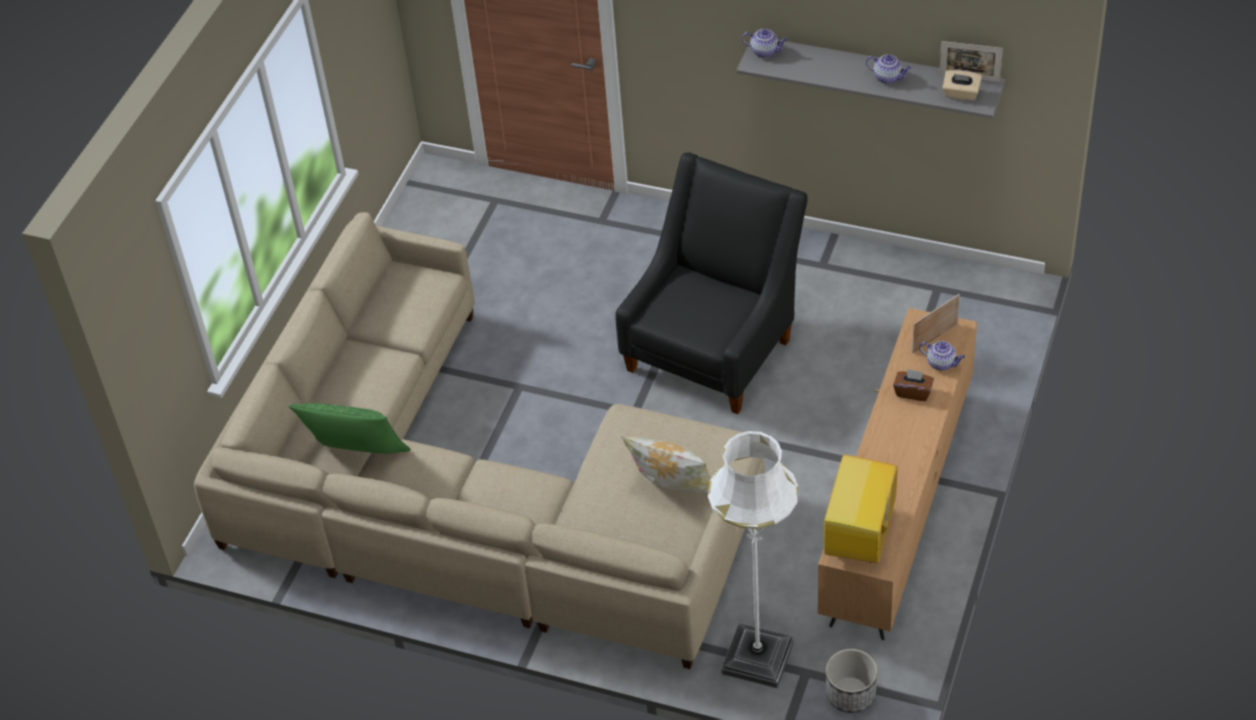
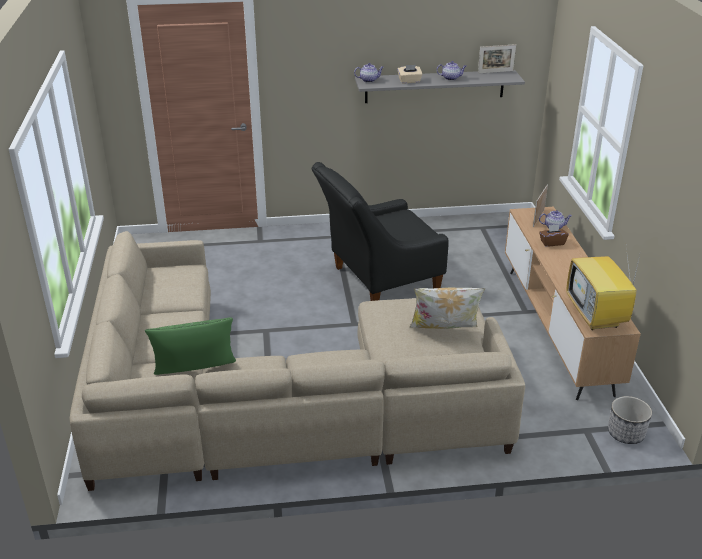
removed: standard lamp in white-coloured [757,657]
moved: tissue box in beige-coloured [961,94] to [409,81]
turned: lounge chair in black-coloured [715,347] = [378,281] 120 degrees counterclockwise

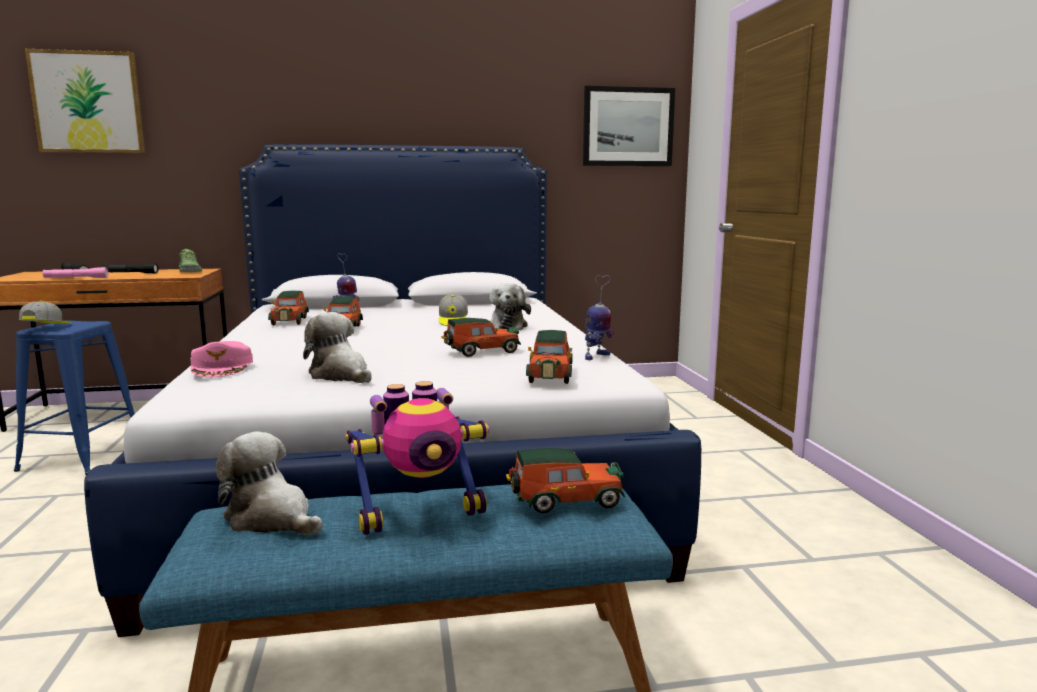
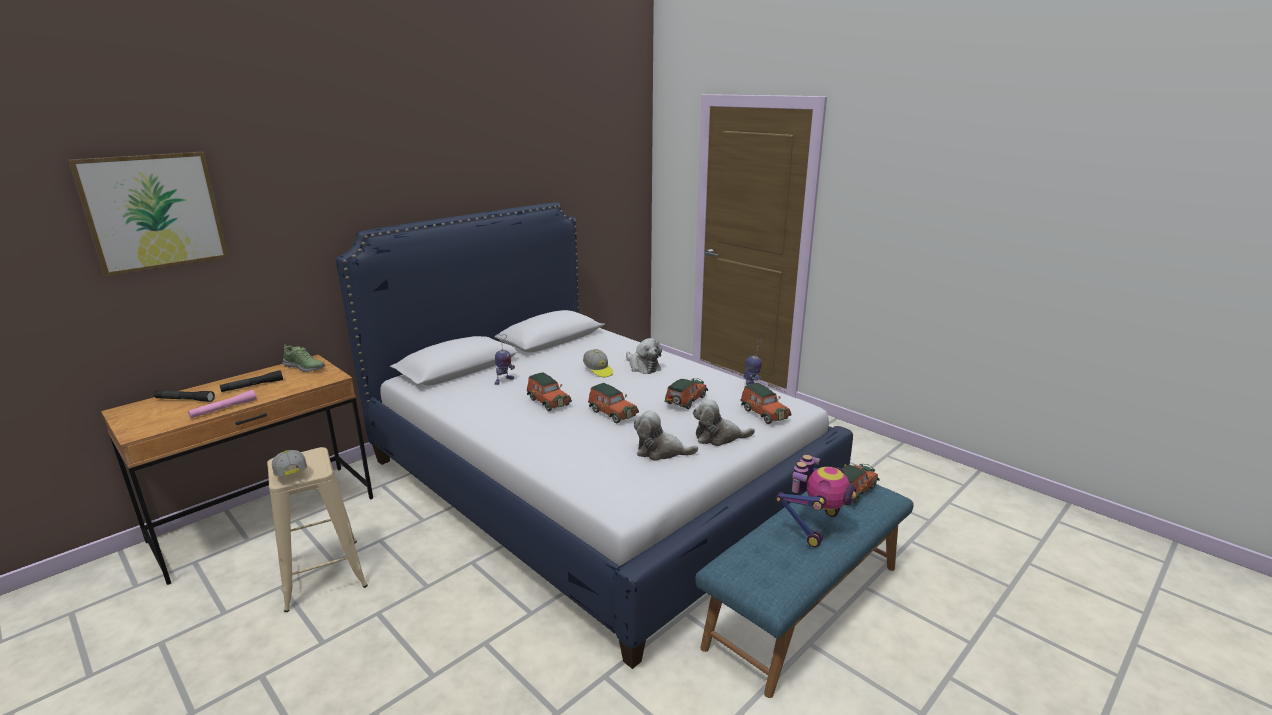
removed: peaked cap in pinkish [222,367]; picture [628,127]
moved: cuddly toy [272,519] to [718,437]; miniature car [290,320] to [611,413]
recoloured: stool seat in blue-coloured [83,457] to stool seat in beige-coloured [323,574]

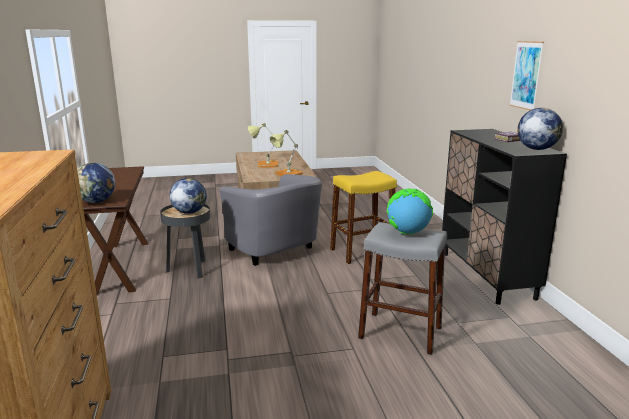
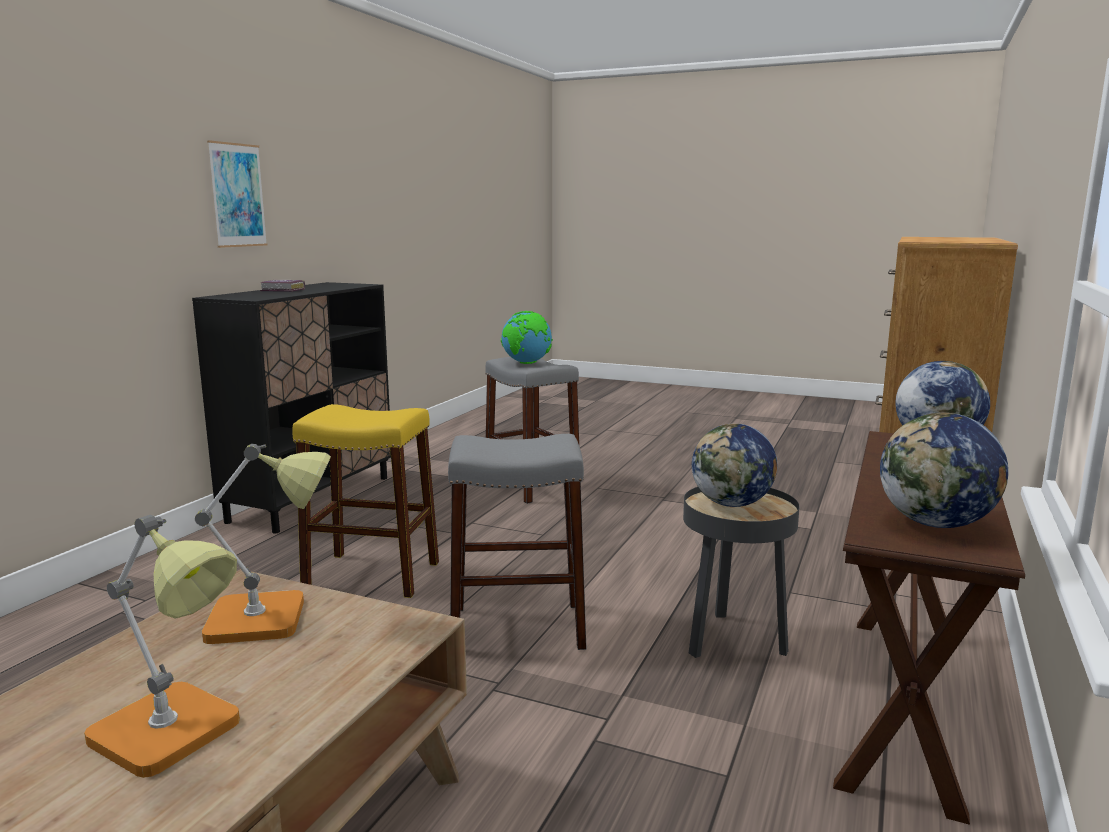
moved: desk globe [536,149] to [936,524]
replaced: lounge chair in greyish [275,252] to stool seat in greyish [518,627]

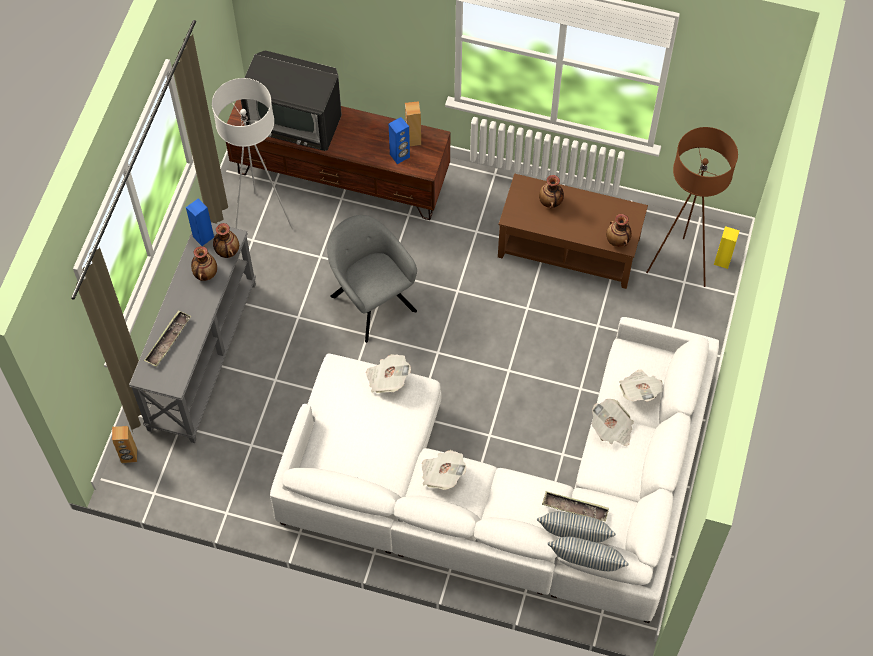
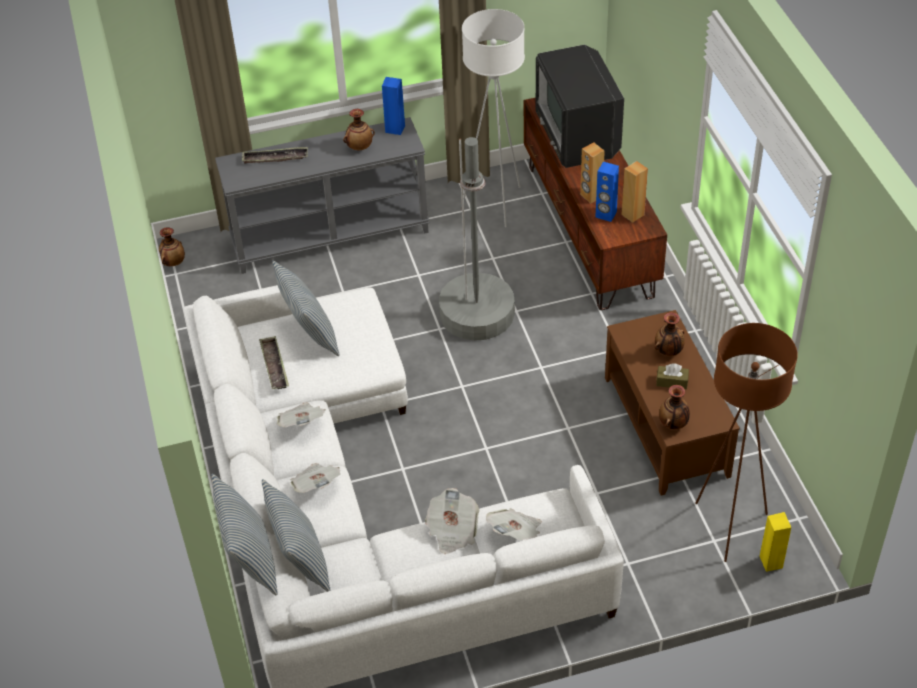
added: throw pillow [310,335]; tissue box in brown-coloured [672,382]
moved: audio speaker in brown-coloured [129,456] to [591,196]; flower vase [227,251] to [173,262]; newspaper [387,379] to [316,485]; tray [574,508] to [274,366]
replaced: lounge chair in greyish [371,300] to standard lamp in greyish [477,313]

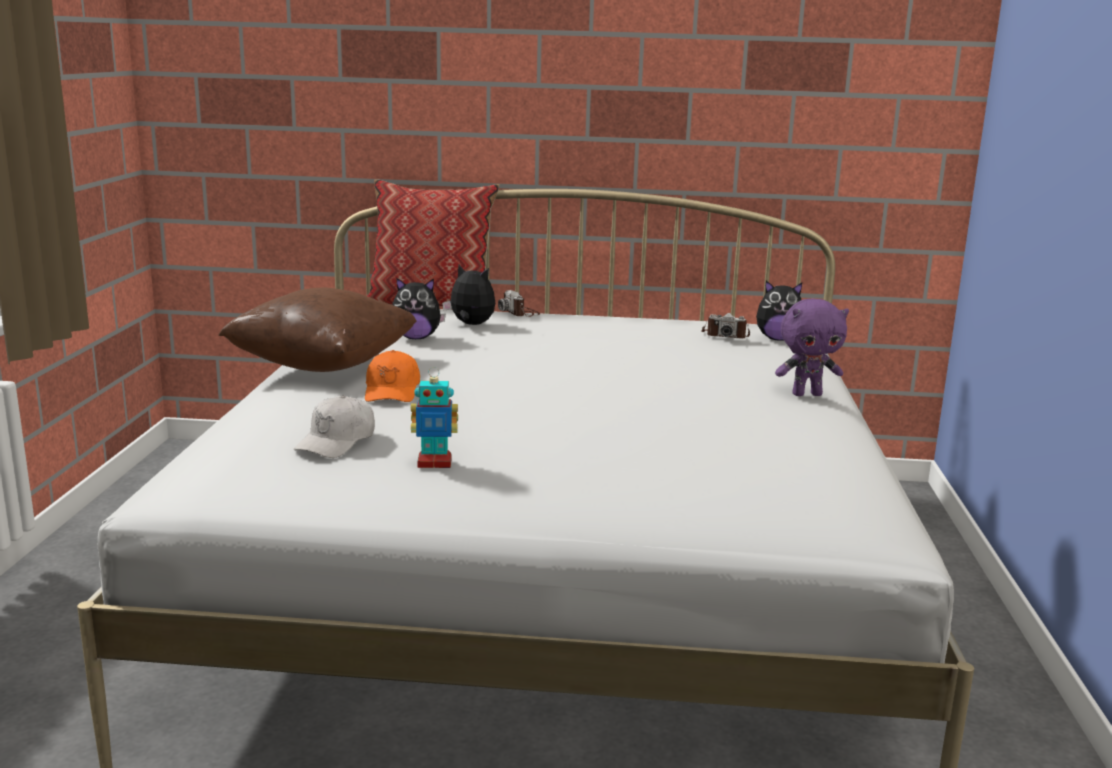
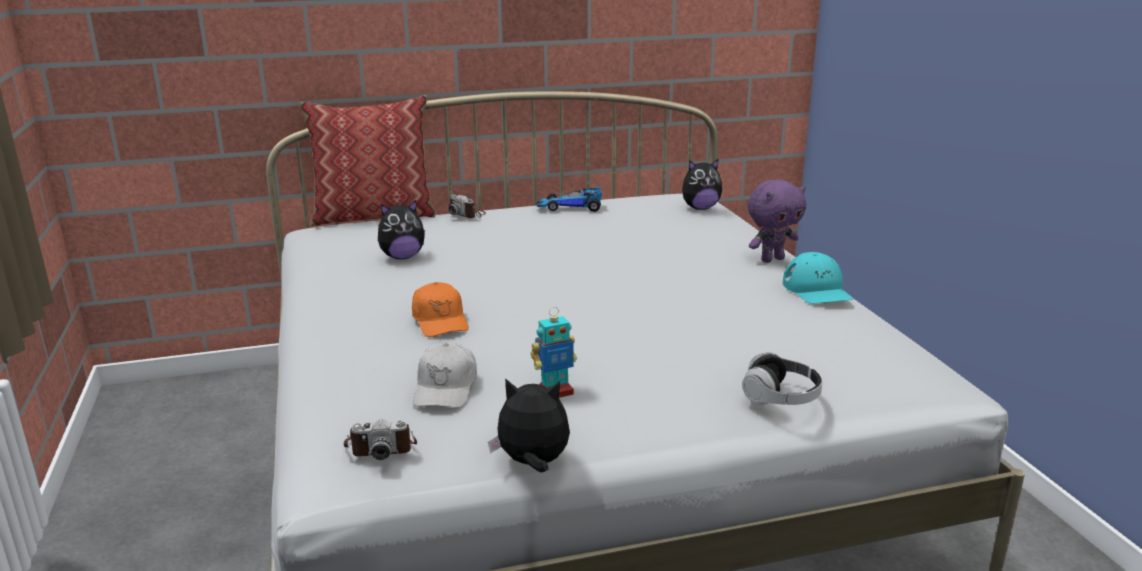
removed: throw pillow in brown-coloured [323,365]
added: miniature car [571,206]; pair of headphones [780,398]; peaked cap in turquoise [817,289]
moved: cuddly toy [471,325] to [533,464]; still camera [725,335] to [381,447]

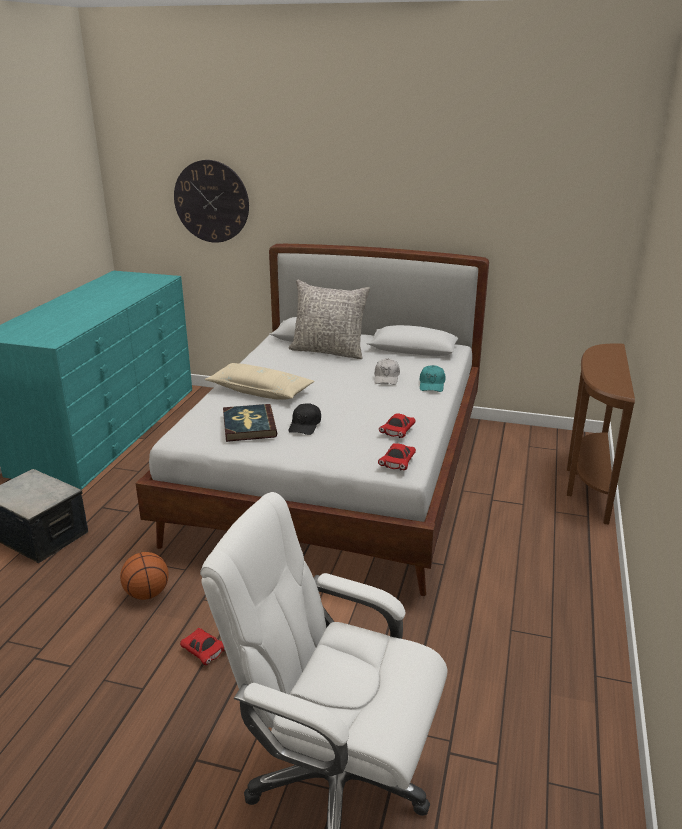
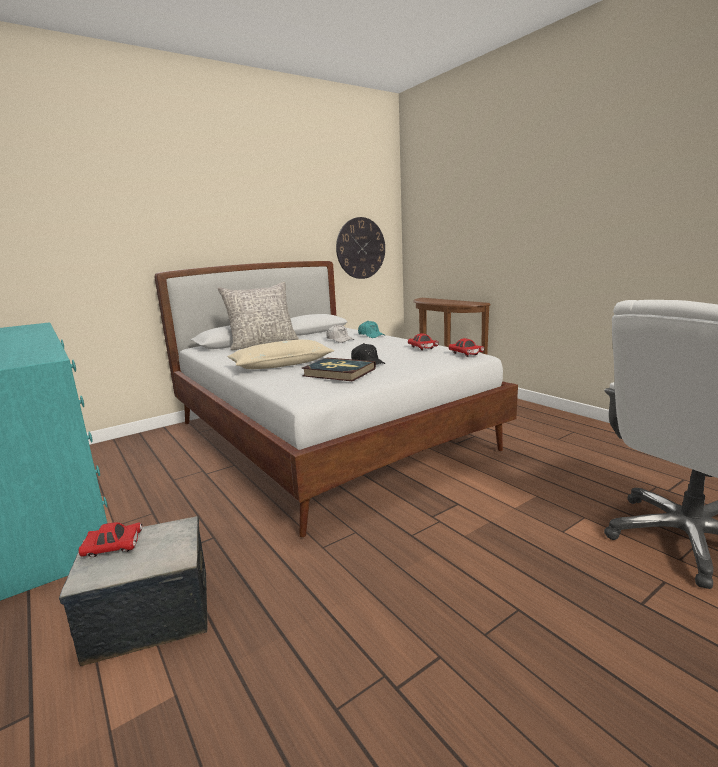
removed: ball for basketball [147,594]
moved: hanging clock [211,201] to [361,248]; miniature car in red-coloured [204,652] to [113,548]

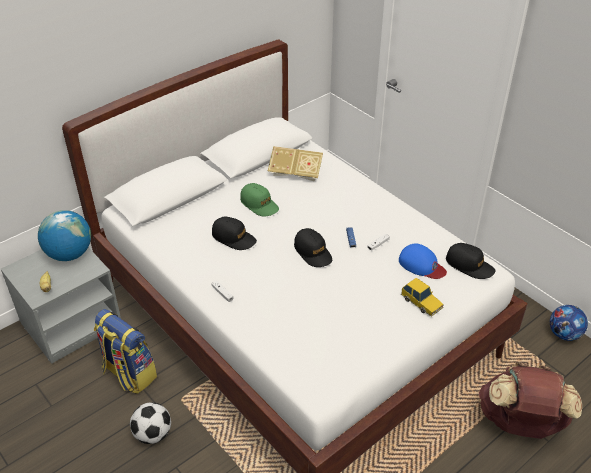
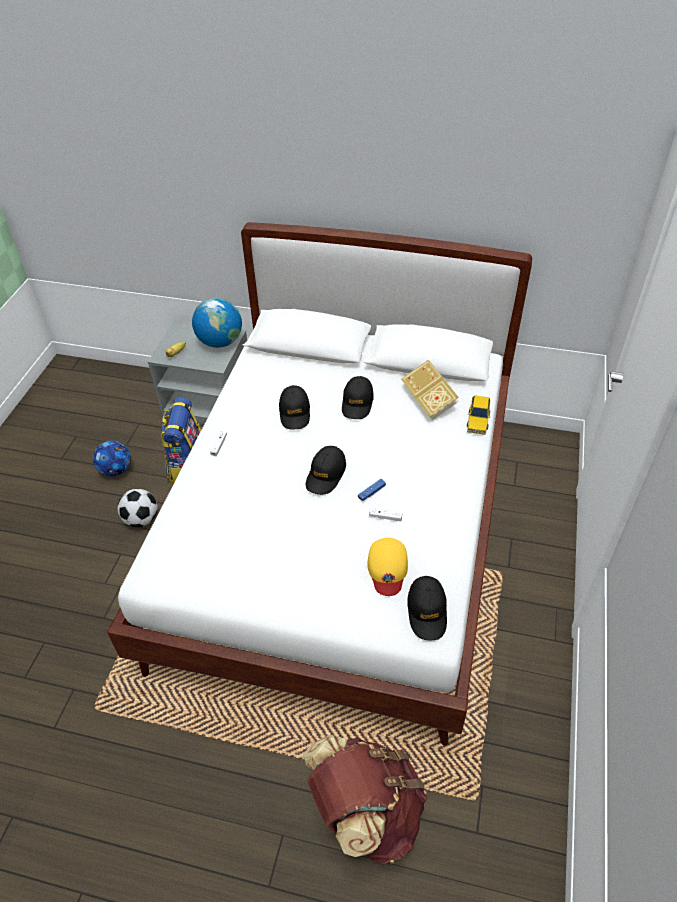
moved: miniature car [421,302] to [478,421]; football [564,334] to [116,470]
recoloured: peaked cap in green [259,204] to peaked cap in black-coloured [357,403]; peaked cap in blue-coloured [421,265] to peaked cap in yellow-coloured [387,568]

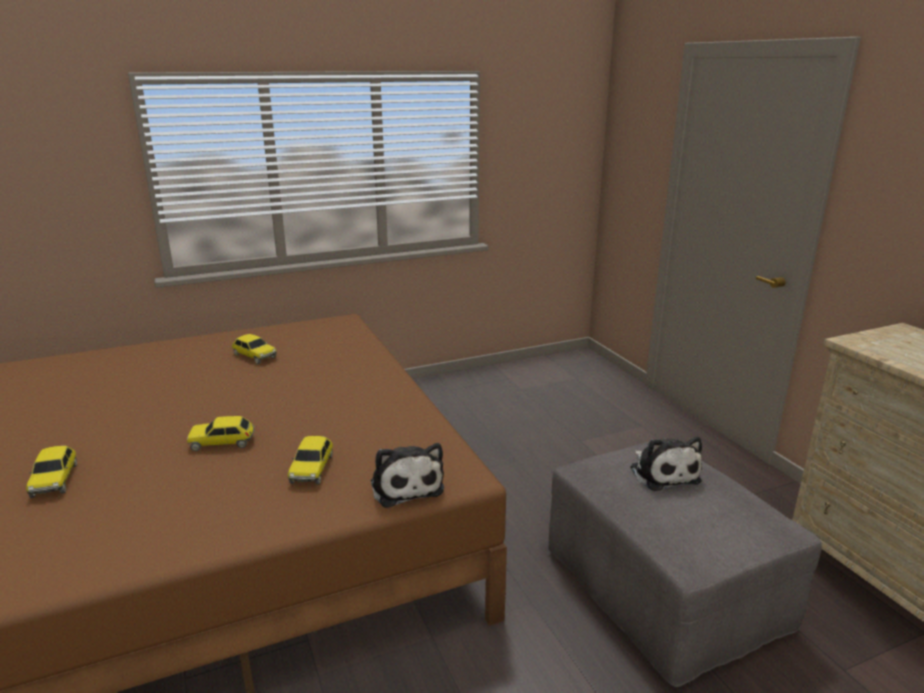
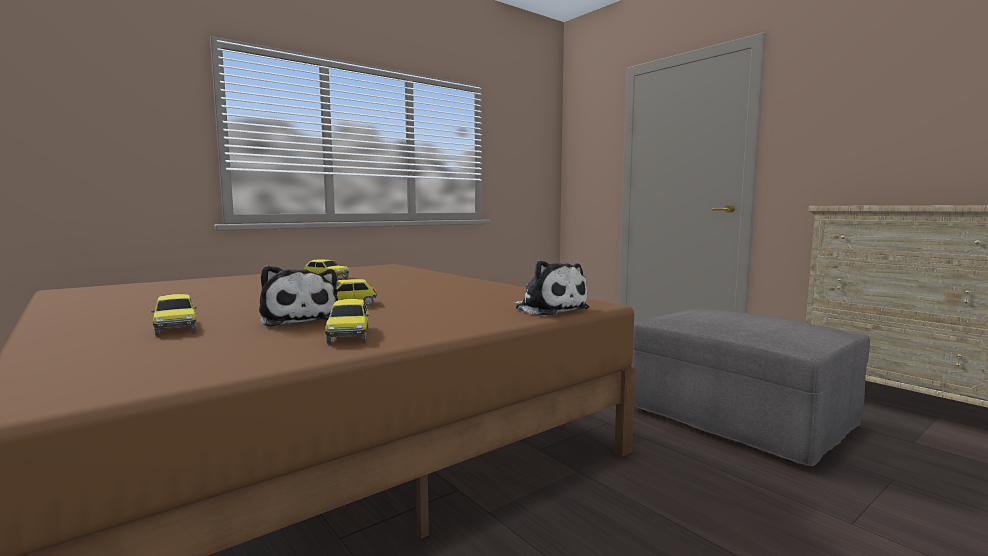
moved: miniature car [312,469] to [349,334]; cuddly toy [663,473] to [298,319]

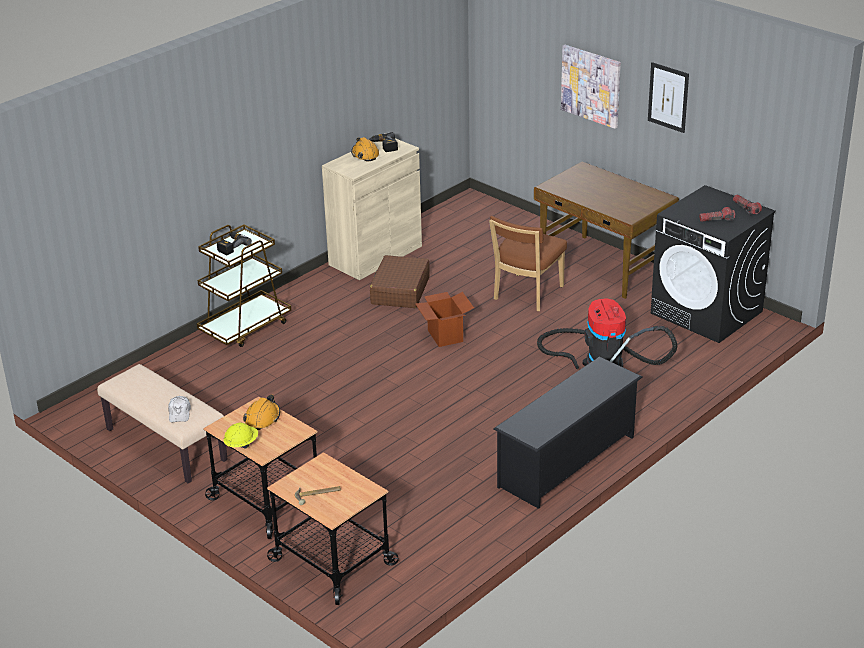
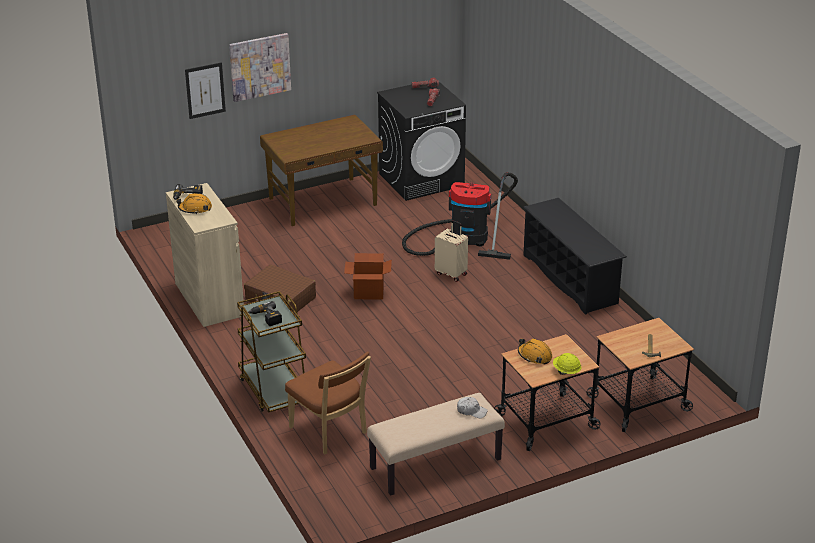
added: suitcase in beige-coloured [451,274]
moved: chair in brown-coloured [526,294] to [330,432]; picture [668,97] to [205,90]

